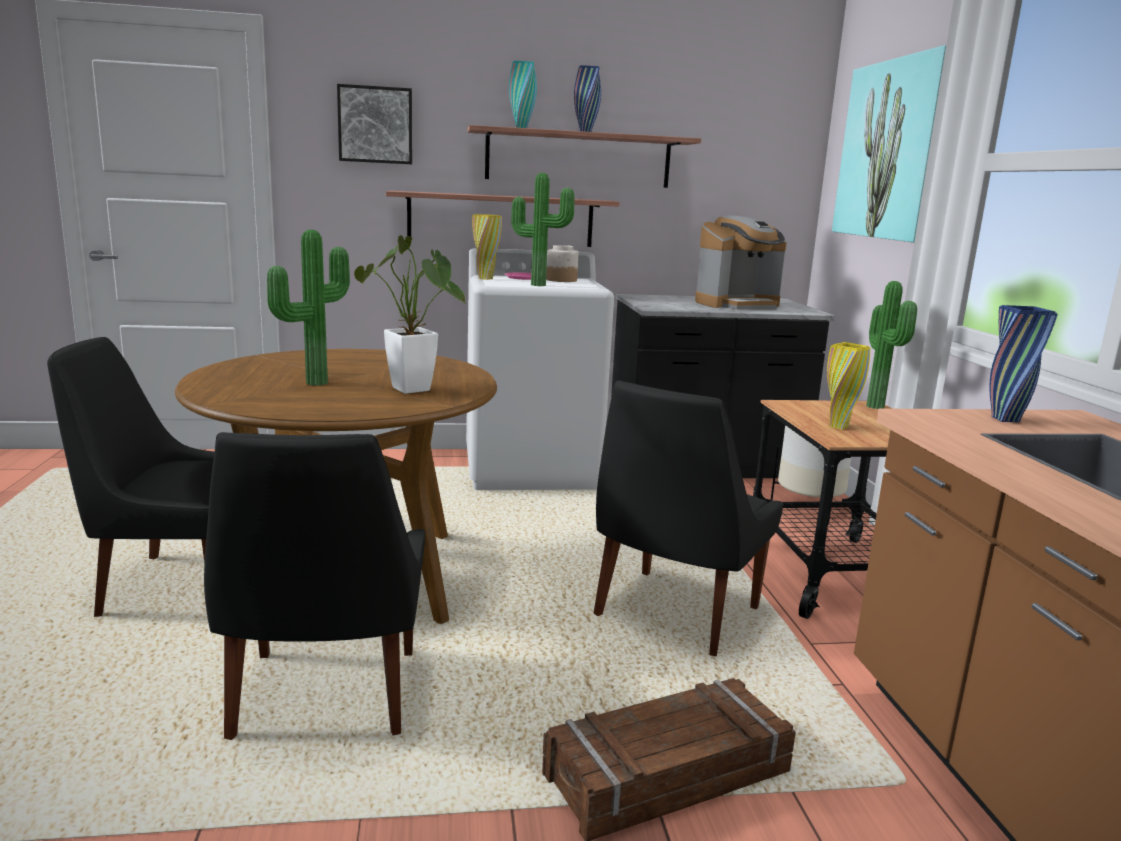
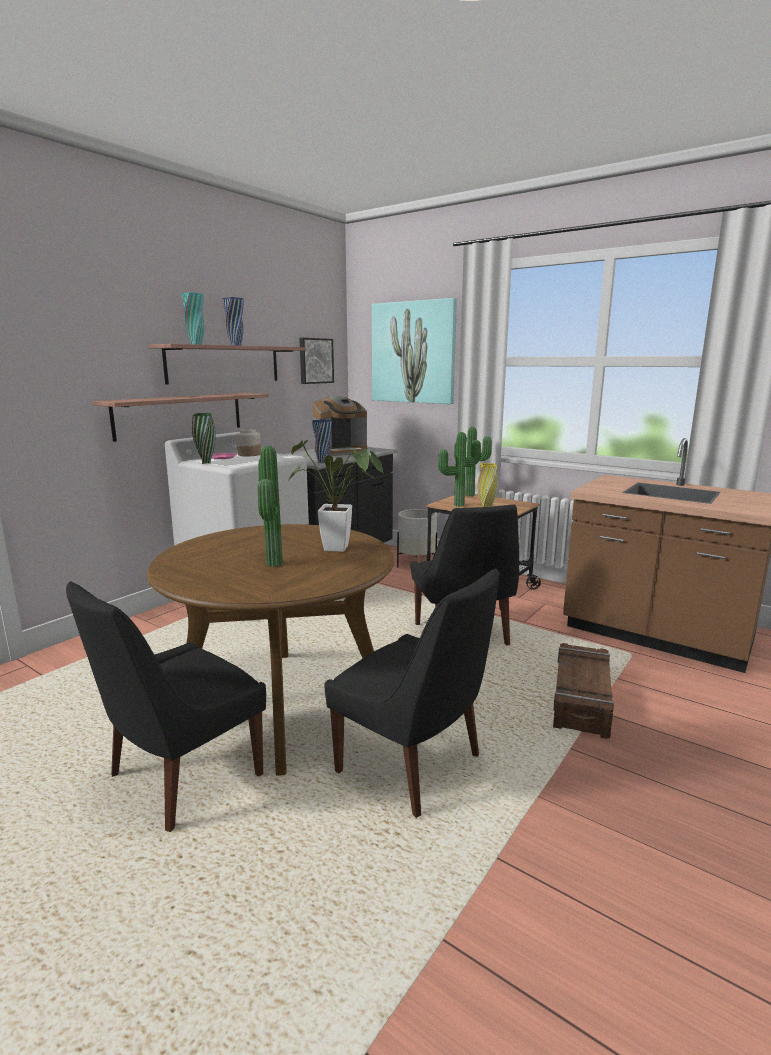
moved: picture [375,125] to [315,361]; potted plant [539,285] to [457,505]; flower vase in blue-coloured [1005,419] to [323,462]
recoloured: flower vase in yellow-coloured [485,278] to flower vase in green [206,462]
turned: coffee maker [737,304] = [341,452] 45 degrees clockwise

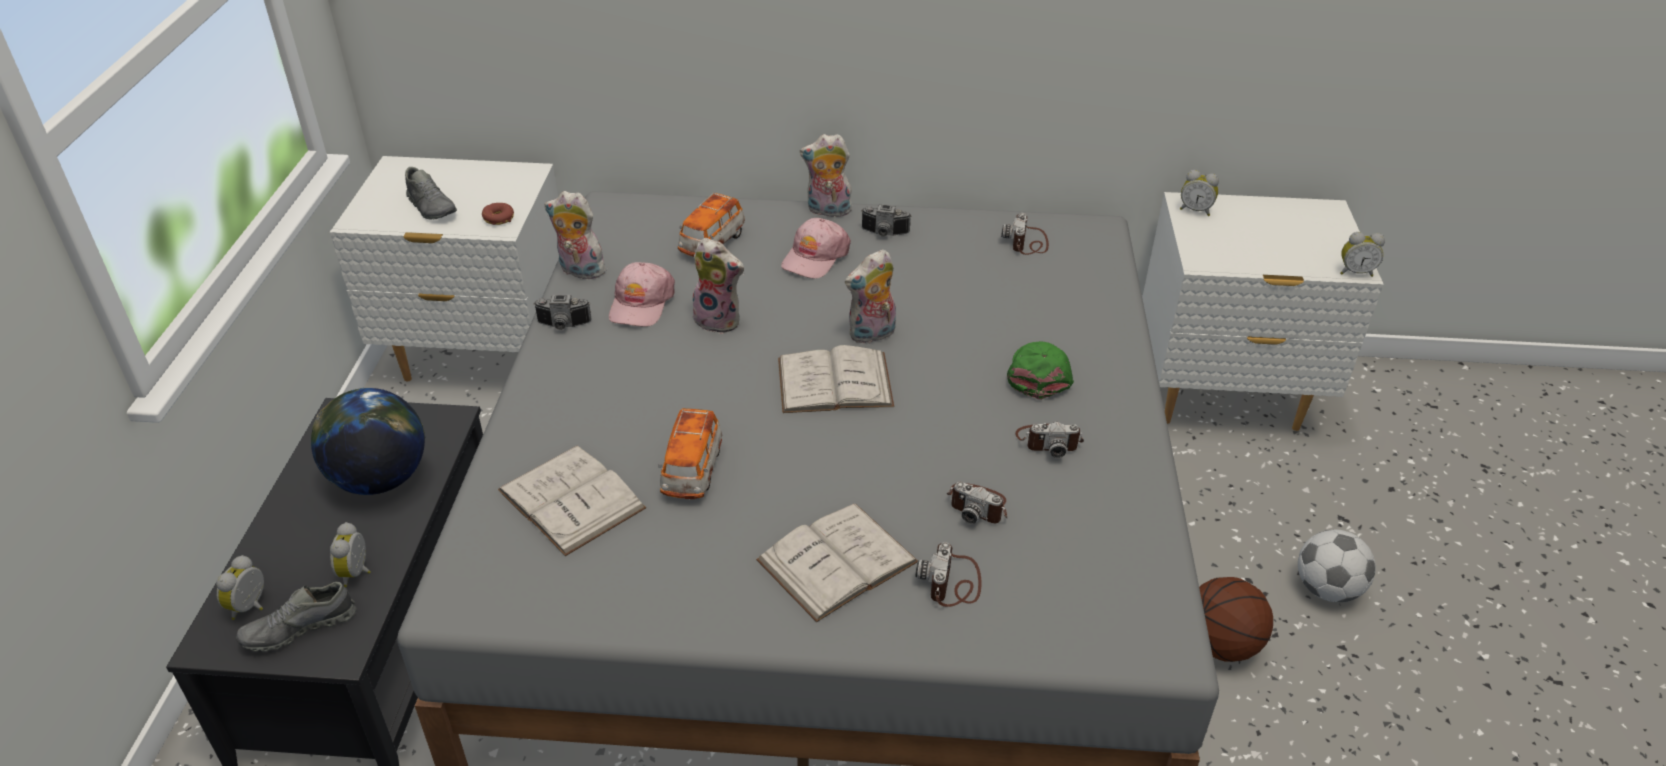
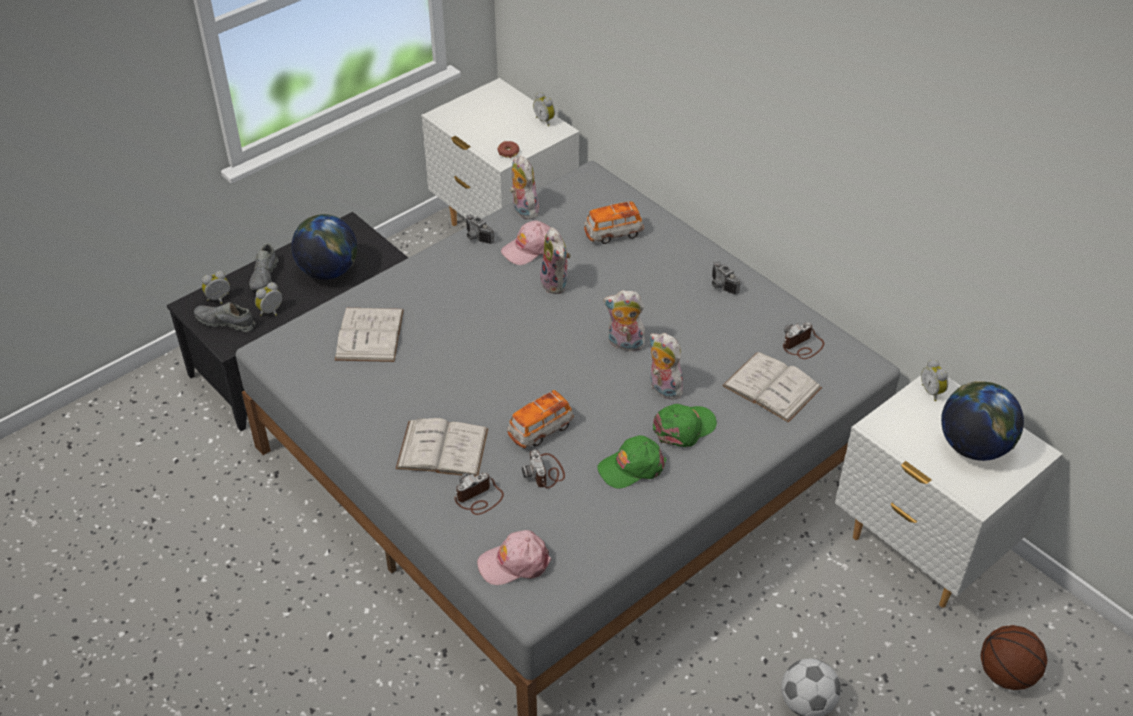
added: desk globe [973,447]
moved: item of footwear in greyish [432,207] to [265,277]; miniature car [692,471] to [540,430]; volume in white-coloured [834,382] to [772,387]; peaked cap in pinkish [815,257] to [514,563]; cuddly toy [827,211] to [662,388]; ball for basketball [1221,644] to [1007,674]; table clock [1355,272] to [545,120]
replaced: still camera [1048,441] to peaked cap in green [631,467]

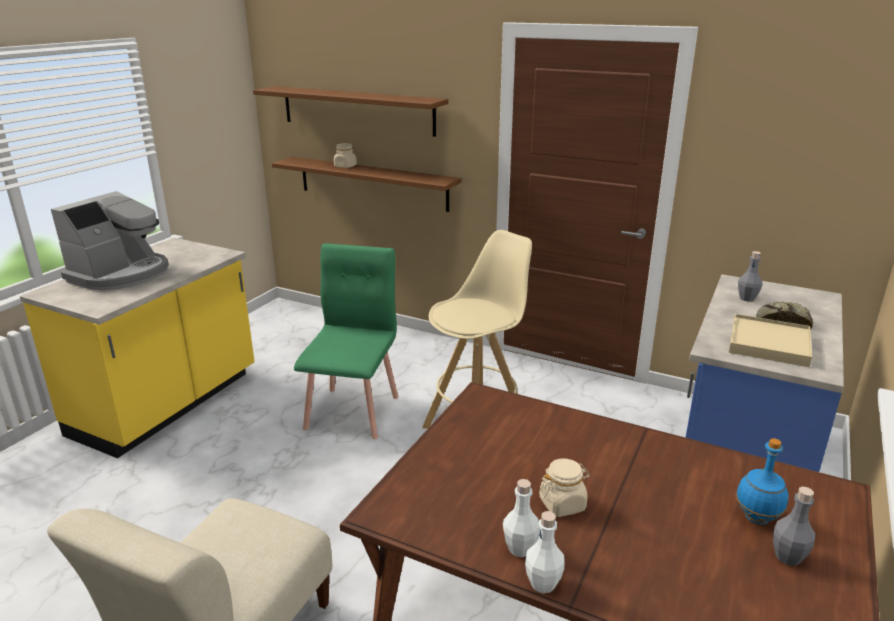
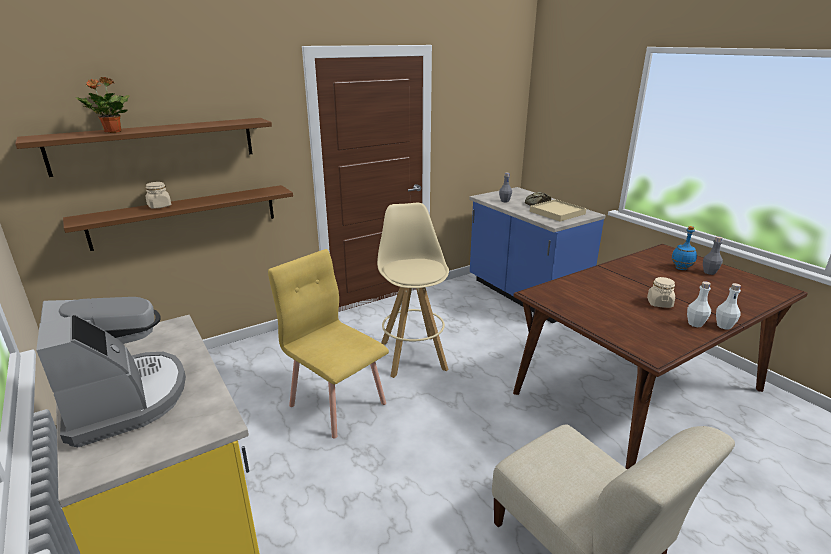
added: potted plant [112,132]
recoloured: chair in green [353,412] to chair in yellow-coloured [337,403]

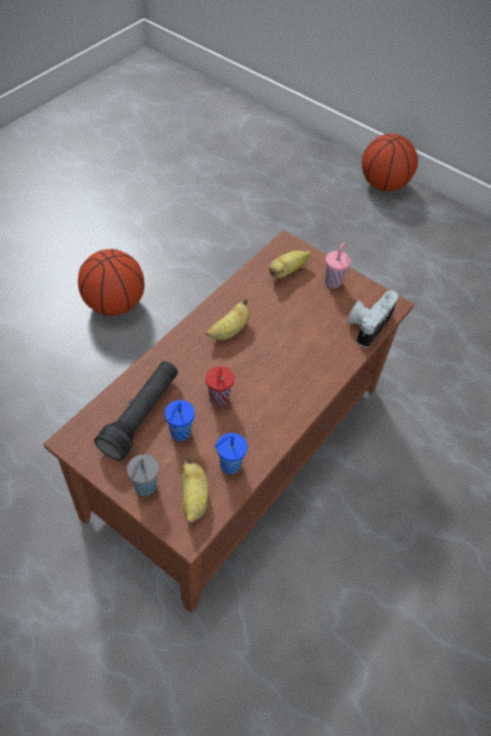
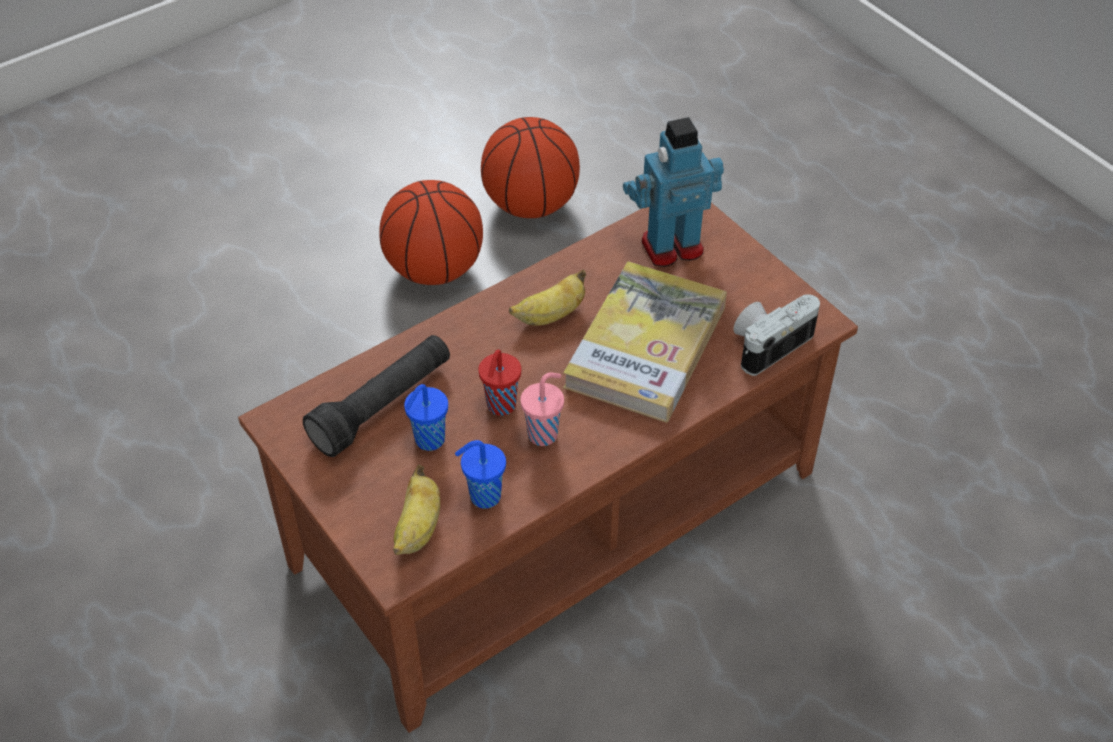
removed: small cup in greyish [144,488]
added: volume [646,346]
moved: small cup in pinkish [333,281] to [544,434]; ball for basketball [383,185] to [530,205]
replaced: banana fruit [287,271] to model robot [671,246]

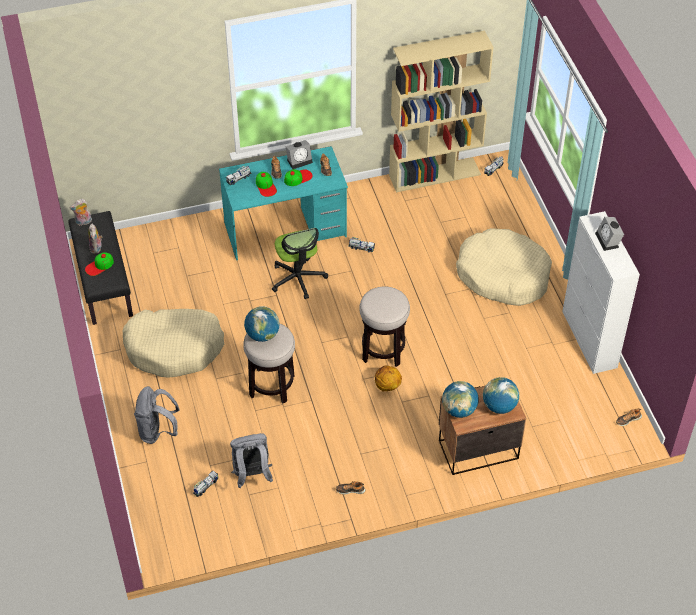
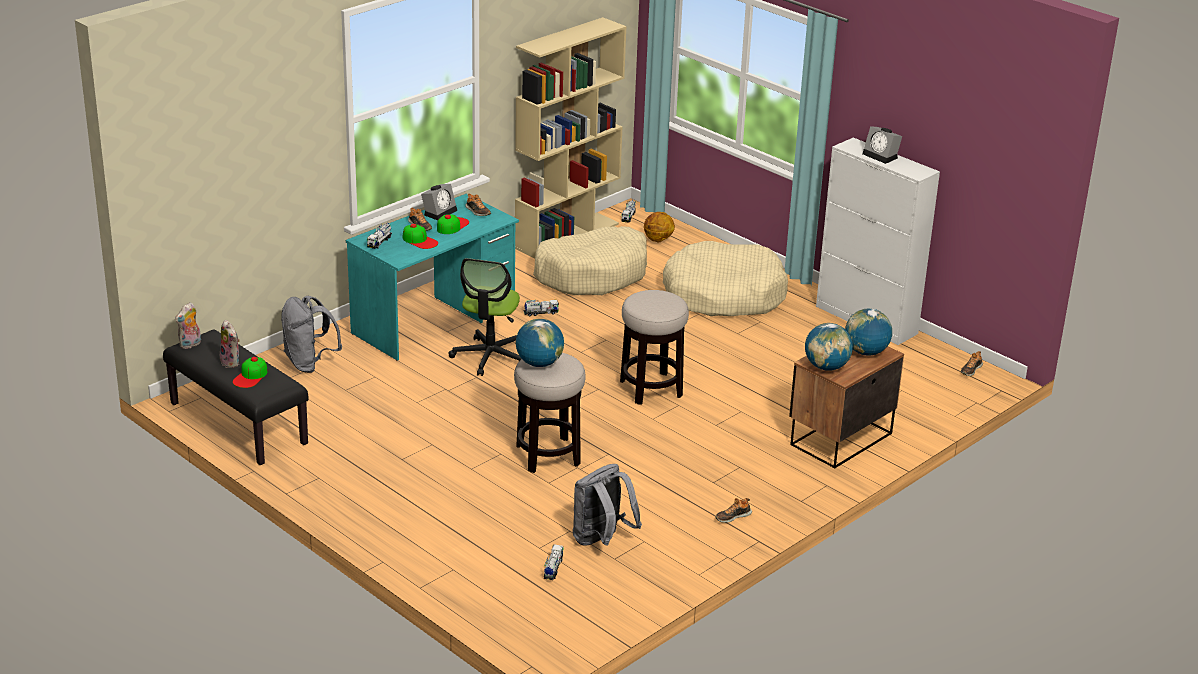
moved: dog cushion in beige-coloured [174,348] to [592,274]; knapsack in greyish [158,431] to [309,363]; ball for basketball [387,386] to [658,240]
turned: desk chair [298,278] = [490,357] 60 degrees clockwise

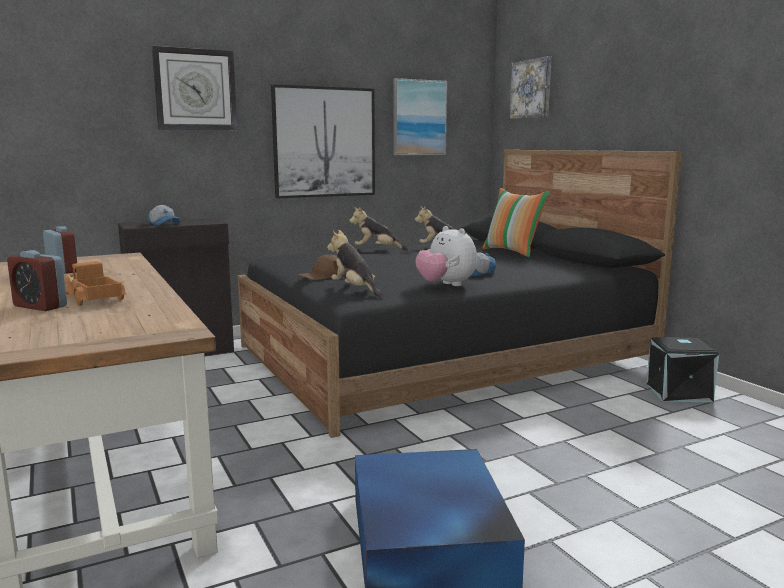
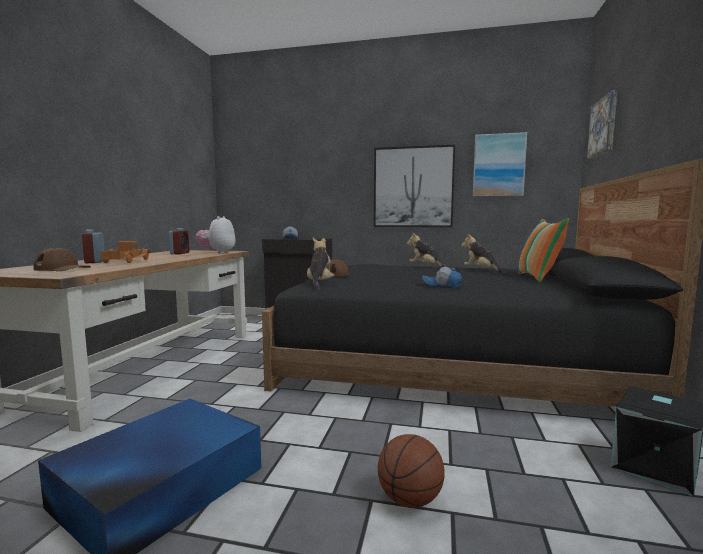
removed: hanging clock [195,90]
added: peaked cap in brown-coloured [62,269]; ball for basketball [410,500]
moved: cuddly toy [446,285] to [217,252]

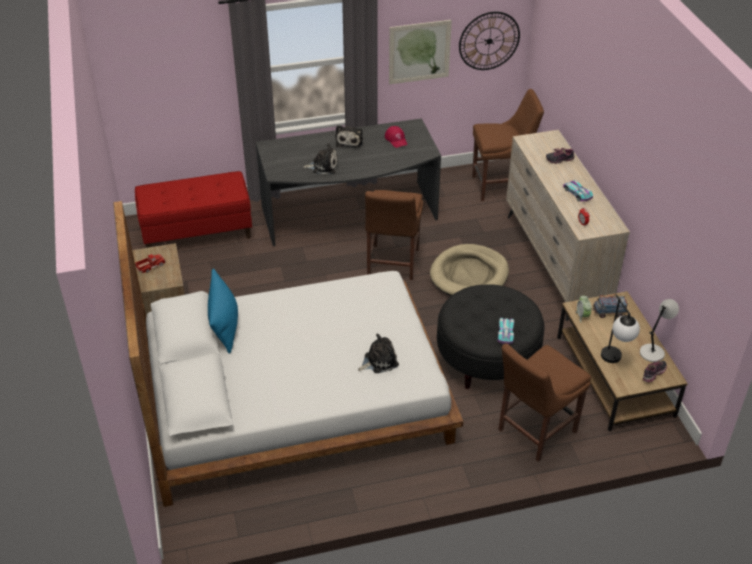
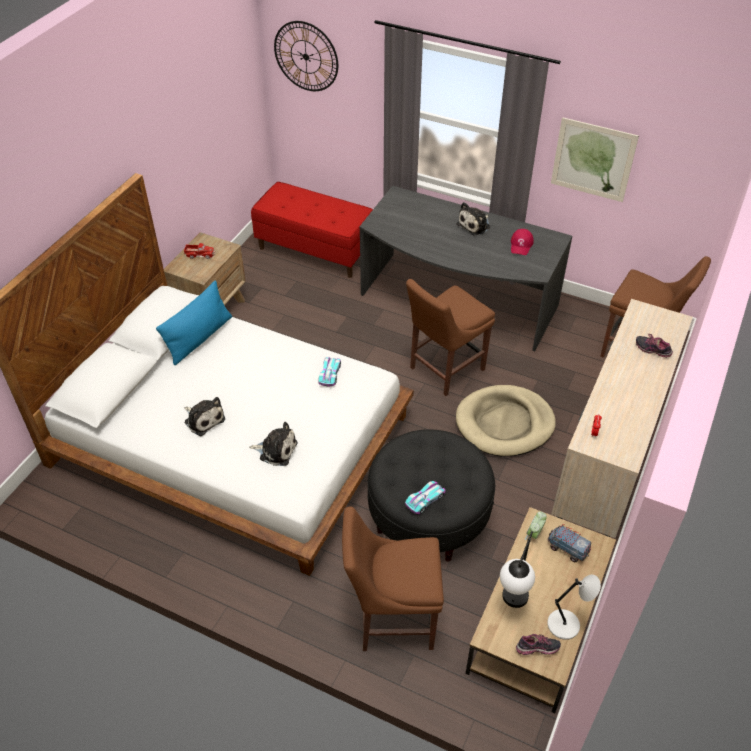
moved: cuddly toy [323,166] to [203,419]; hanging clock [489,41] to [306,56]; miniature car [577,193] to [330,373]

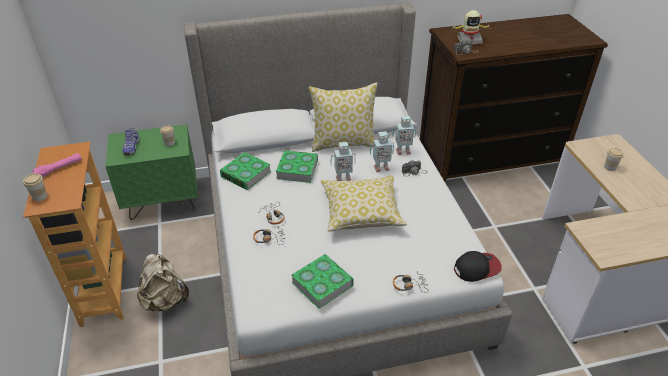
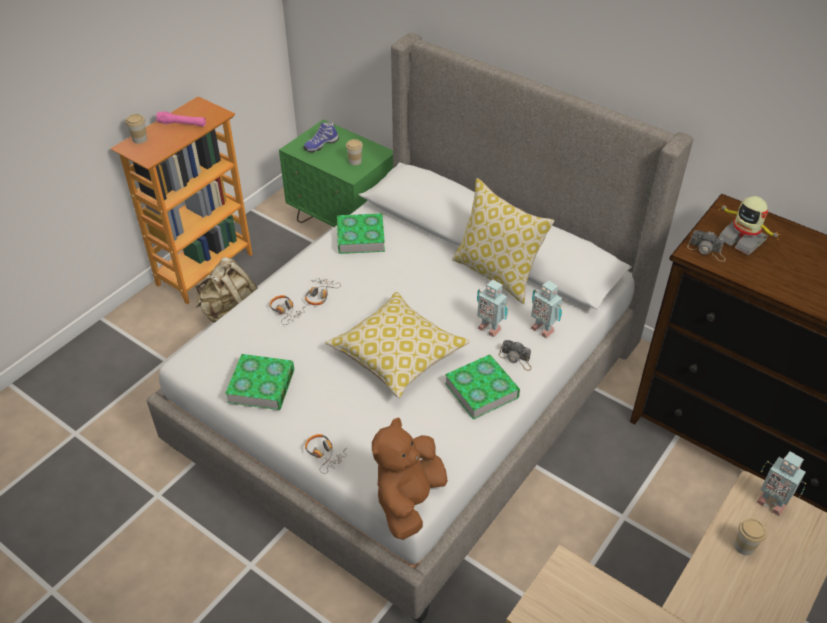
moved: volume [297,169] to [481,390]; model robot [342,178] to [771,502]
replaced: peaked cap [477,268] to cuddly toy in brown-coloured [408,500]

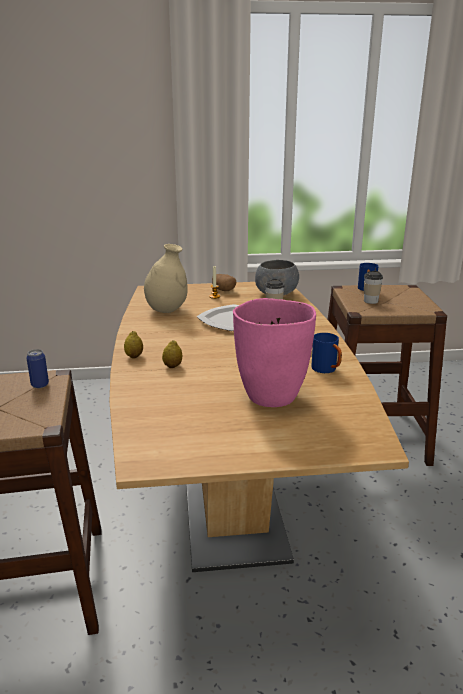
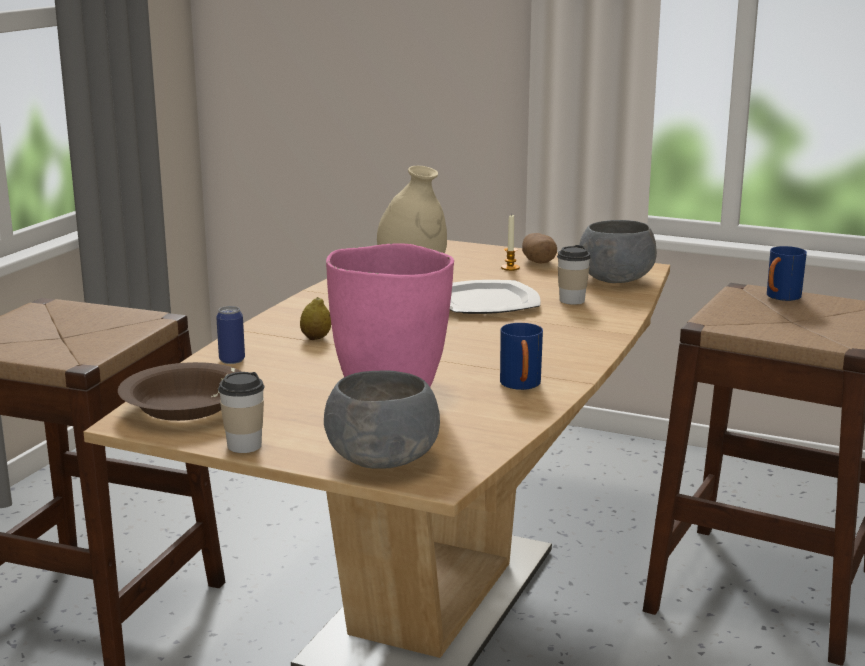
removed: lemon [134,356]
added: serving bowl in brown-coloured [186,408]; serving bowl in greyish [384,459]
moved: sealed can [40,385] to [232,360]; small cup [370,301] to [244,445]

